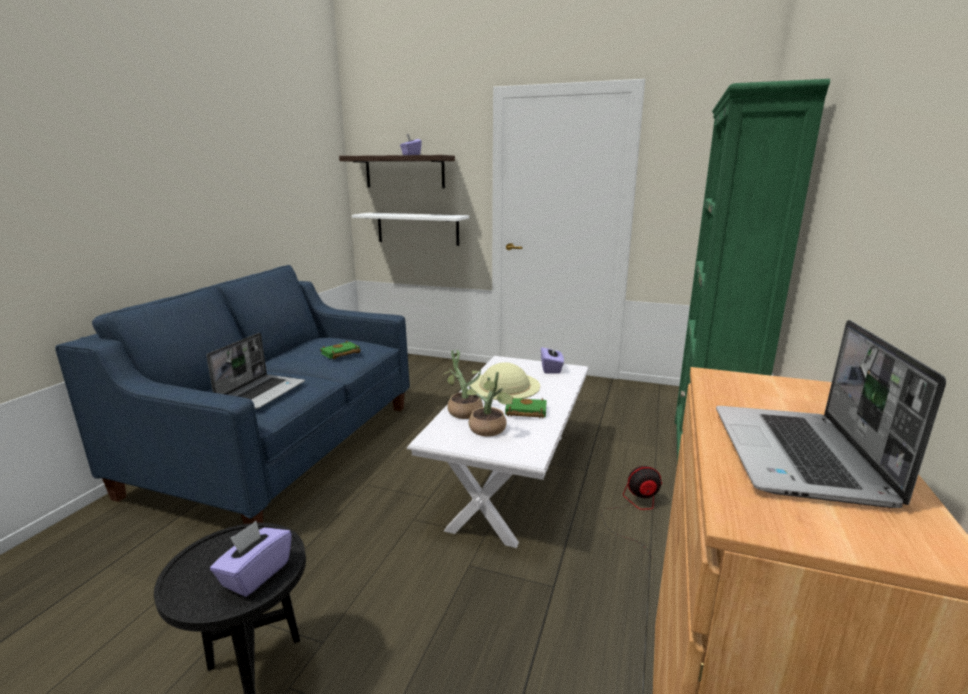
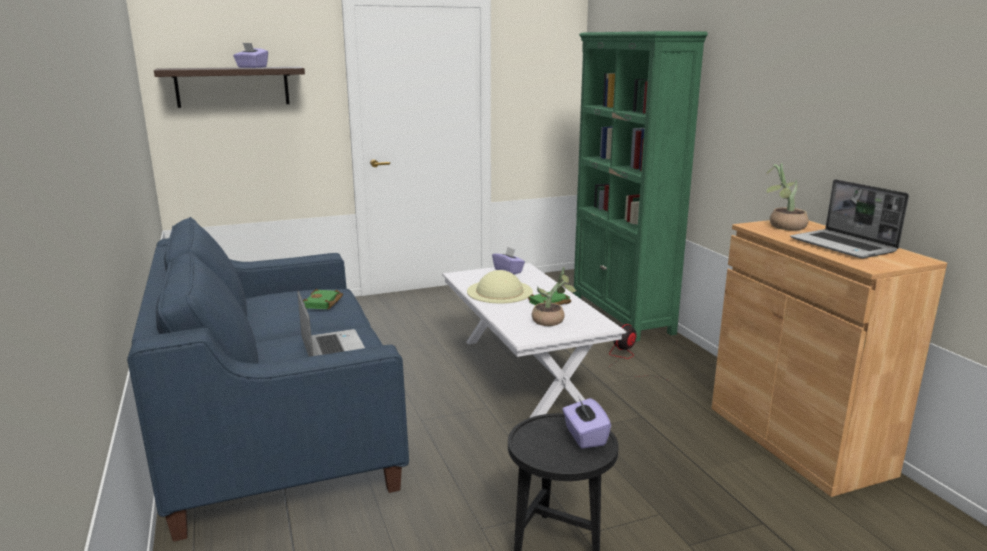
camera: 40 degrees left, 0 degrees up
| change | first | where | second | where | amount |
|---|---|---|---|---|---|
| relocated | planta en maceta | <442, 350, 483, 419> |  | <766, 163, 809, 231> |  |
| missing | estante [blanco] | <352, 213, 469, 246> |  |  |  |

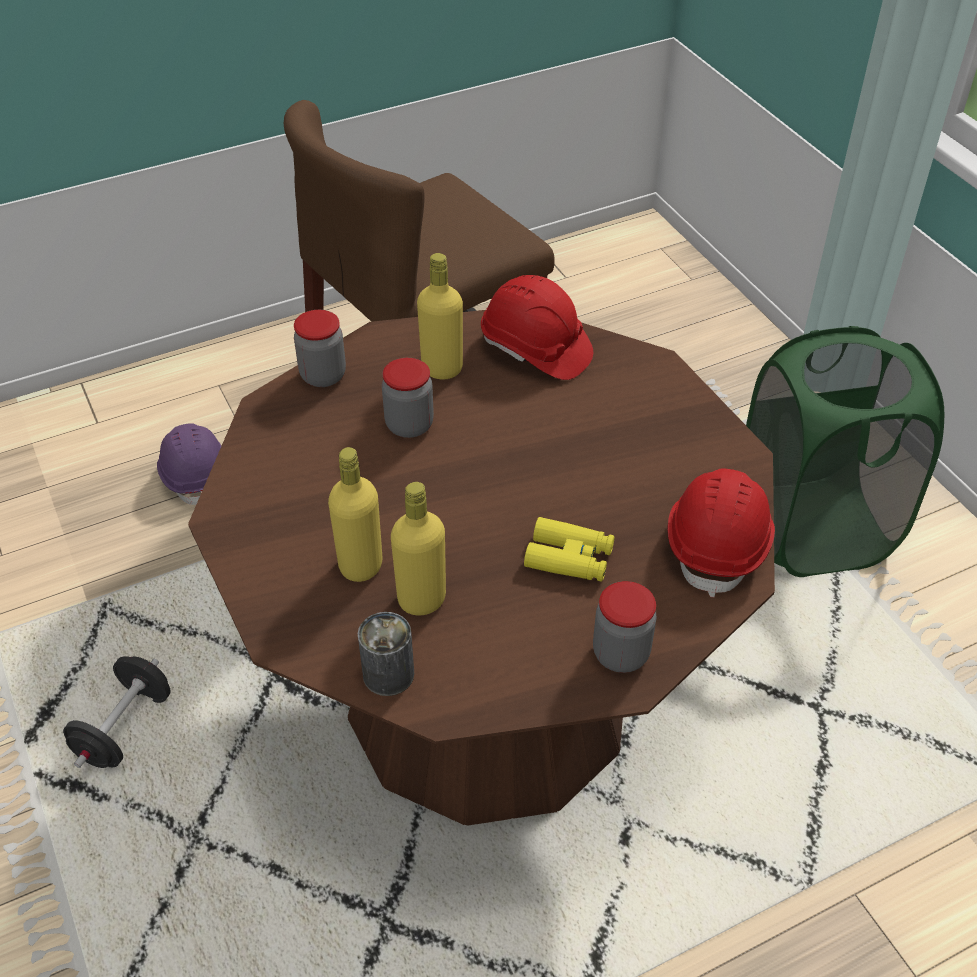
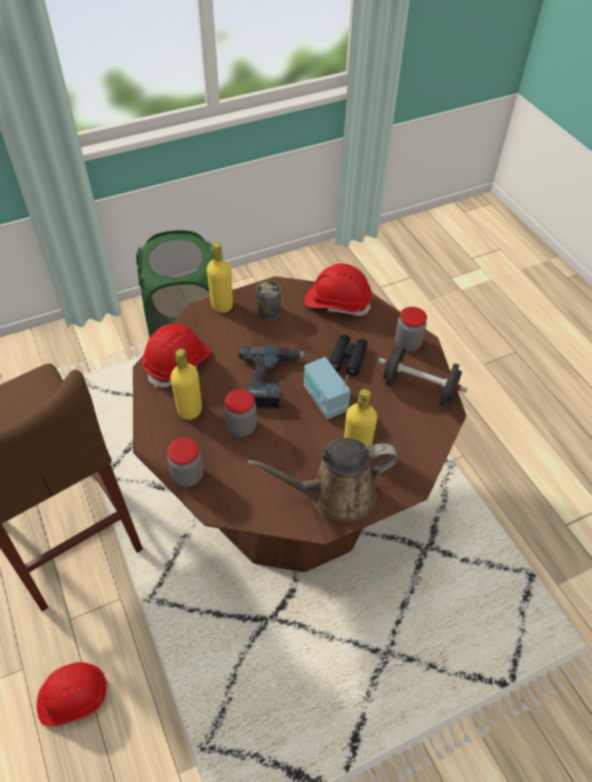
camera: 90 degrees left, 5 degrees up
| change | first | where | second | where | amount |
|---|---|---|---|---|---|
| colour | casco [morado] | <157, 423, 222, 505> | casco [rojo] | <37, 662, 111, 726> |  |
| relocated | botella [amarillo] | <391, 482, 446, 616> |  | <207, 242, 233, 313> |  |
| appeared |  |  | taladro | <238, 346, 307, 408> |  |
| appeared |  |  | regadera [marrón] | <247, 438, 398, 522> |  |
| relocated | lata | <358, 612, 414, 696> |  | <257, 281, 281, 320> |  |
| appeared |  |  | radio | <304, 357, 351, 419> |  |
| colour | prismáticos [amarillo] | <524, 517, 614, 582> | prismáticos [negro] | <329, 334, 368, 376> |  |
| relocated | mancuerna [negro] | <63, 656, 171, 768> |  | <379, 345, 468, 406> |  |

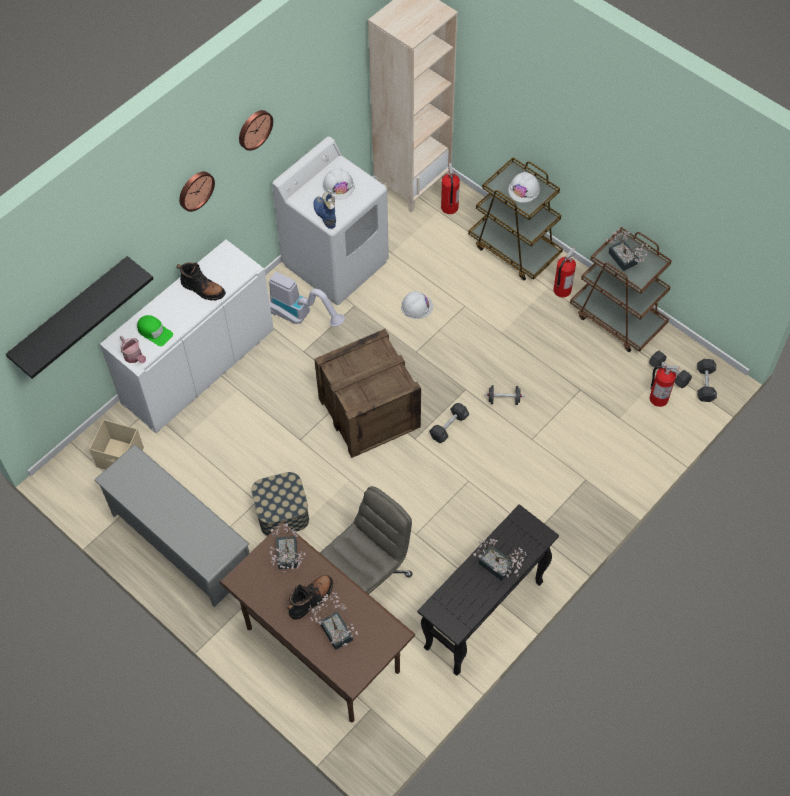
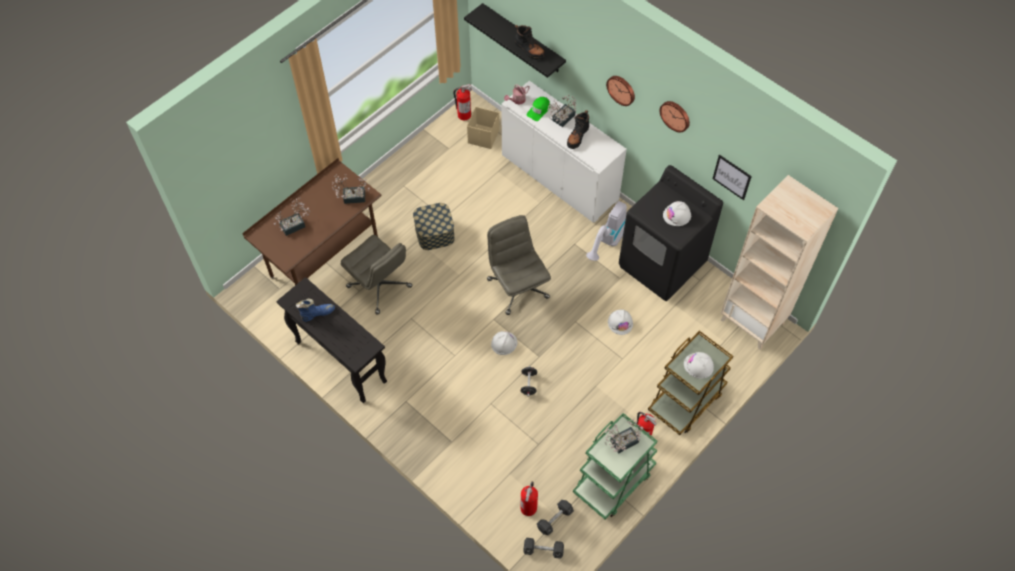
camera: 90 degrees right, 0 degrees up
| change | first | where | second | where | amount |
|---|---|---|---|---|---|
| relocated | bota [azul] | <314, 192, 336, 229> |  | <296, 299, 335, 322> |  |
| relocated | extintor | <441, 163, 460, 214> |  | <453, 84, 472, 120> |  |
| exchanged | caja de embalaje | <314, 329, 421, 458> | silla de oficina [gris] | <487, 215, 551, 315> |  |
| exchanged | mancuerna [negro] | <429, 403, 469, 443> | casco [blanco] | <491, 331, 517, 355> |  |
| relocated | bota [negro] | <287, 575, 333, 620> |  | <515, 25, 546, 60> |  |
| relocated | planta en maceta | <473, 539, 526, 581> |  | <547, 95, 576, 127> |  |
| colour | carrito [marrón] | <570, 227, 672, 352> | carrito [verde] | <573, 413, 657, 520> |  |
| colour | lavadora [blanco] | <272, 136, 389, 305> | lavadora [negro] | <619, 165, 723, 301> |  |
| appeared |  |  | cuadro | <713, 155, 752, 200> |  |
| missing | zapatero [gris] | <94, 444, 250, 607> |  |  |  |

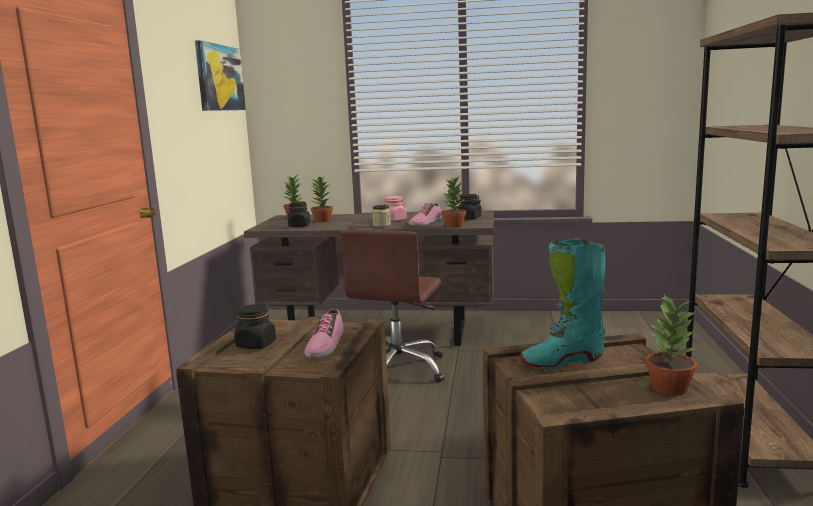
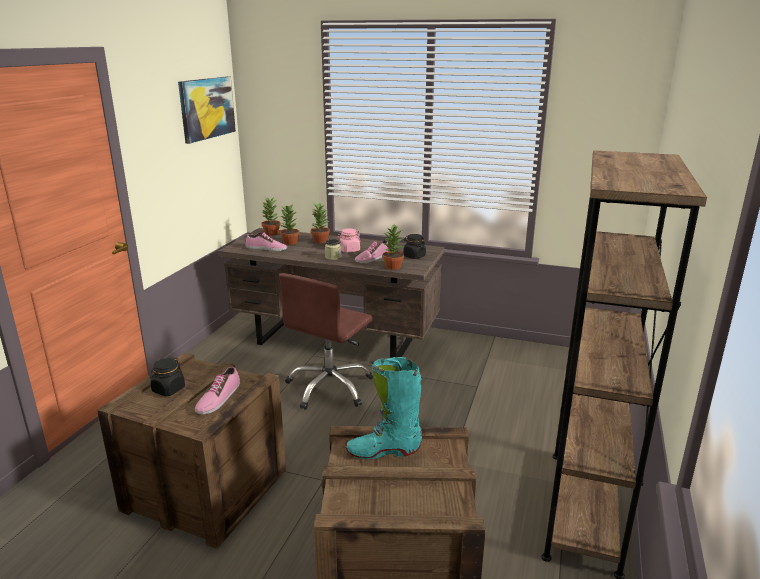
camera: 10 degrees right, 10 degrees up
| change | first | where | second | where | amount |
|---|---|---|---|---|---|
| exchanged | tarro [negro] | <288, 201, 310, 227> | zapato | <245, 232, 287, 251> |  |
| relocated | planta en maceta | <646, 294, 698, 395> |  | <310, 203, 330, 243> |  |

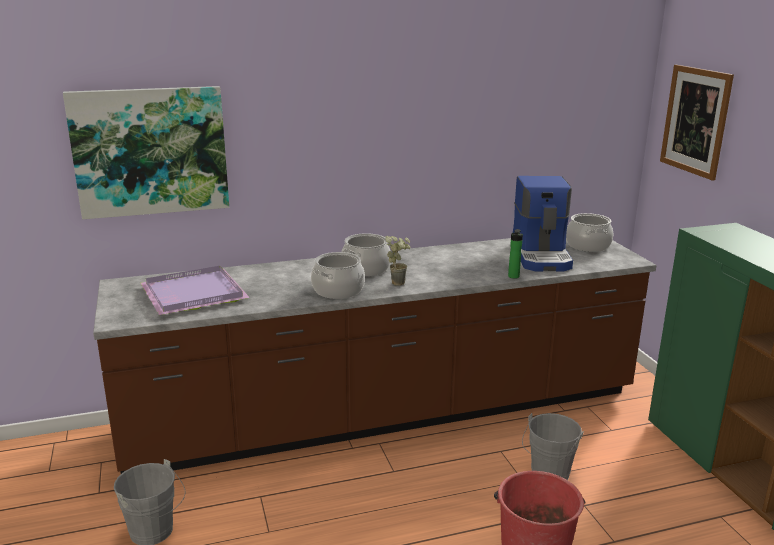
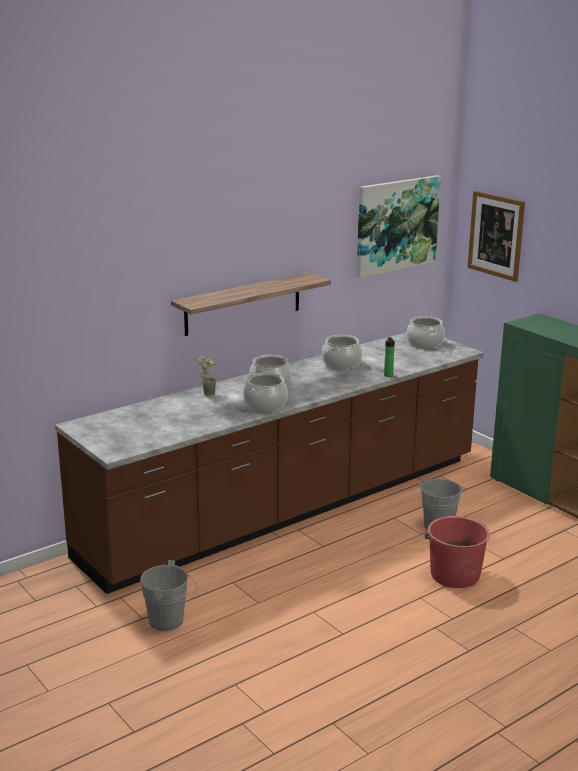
camera: 20 degrees left, 0 degrees up
| change | first | where | second | where | amount |
|---|---|---|---|---|---|
| appeared |  |  | estante | <171, 273, 331, 336> |  |
| relocated | planta en maceta | <385, 236, 411, 286> |  | <198, 356, 216, 396> |  |
| appeared |  |  | olla | <322, 335, 362, 369> |  |
| relocated | cuadro | <63, 86, 229, 219> |  | <357, 175, 441, 278> |  |
| missing | bandeja [morado] | <140, 266, 250, 315> |  |  |  |
| missing | cafetera | <513, 176, 573, 272> |  |  |  |

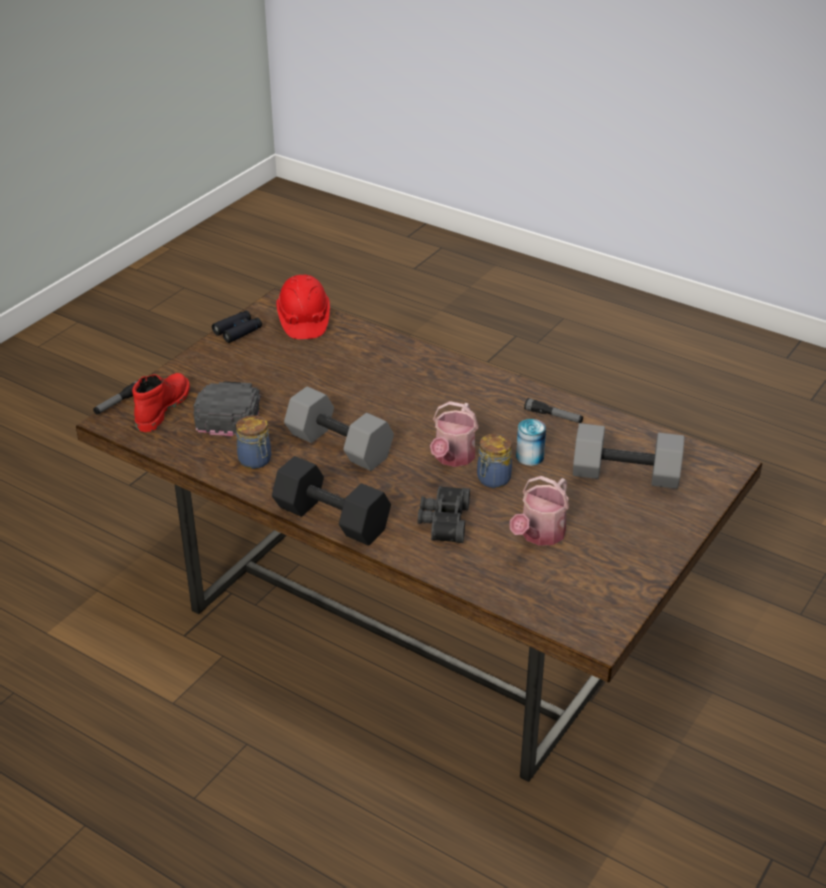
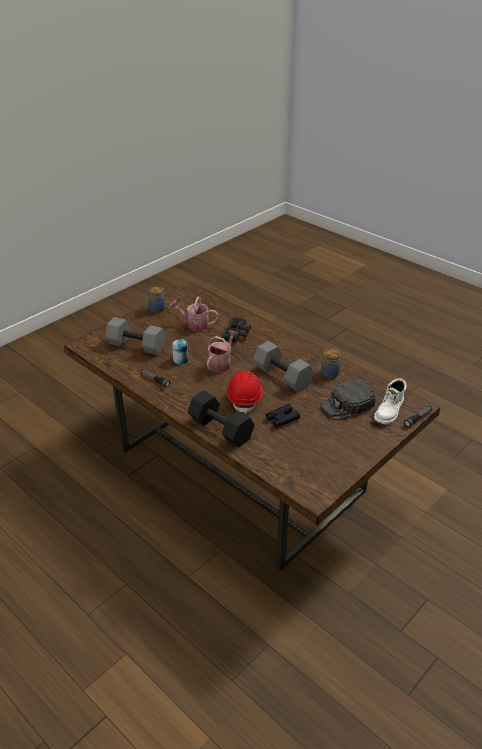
camera: 170 degrees left, 0 degrees up
| change | first | where | second | where | amount |
|---|---|---|---|---|---|
| relocated | tarro | <477, 434, 512, 488> |  | <148, 287, 165, 313> |  |
| spun | regadera | <510, 476, 569, 546> |  | <169, 297, 219, 331> | 120 degrees counterclockwise |
| relocated | mancuerna [negro] | <272, 456, 391, 546> |  | <188, 390, 255, 447> |  |
| relocated | casco [rojo] | <276, 275, 330, 339> |  | <227, 371, 263, 414> |  |
| relocated | prismáticos [negro] | <212, 311, 262, 343> |  | <266, 404, 300, 428> |  |
| spun | gorra [negro] | <194, 382, 261, 436> |  | <320, 380, 376, 421> | 45 degrees clockwise |
| colour | bota [rojo] | <132, 373, 190, 432> | bota [blanco] | <374, 378, 407, 424> |  |

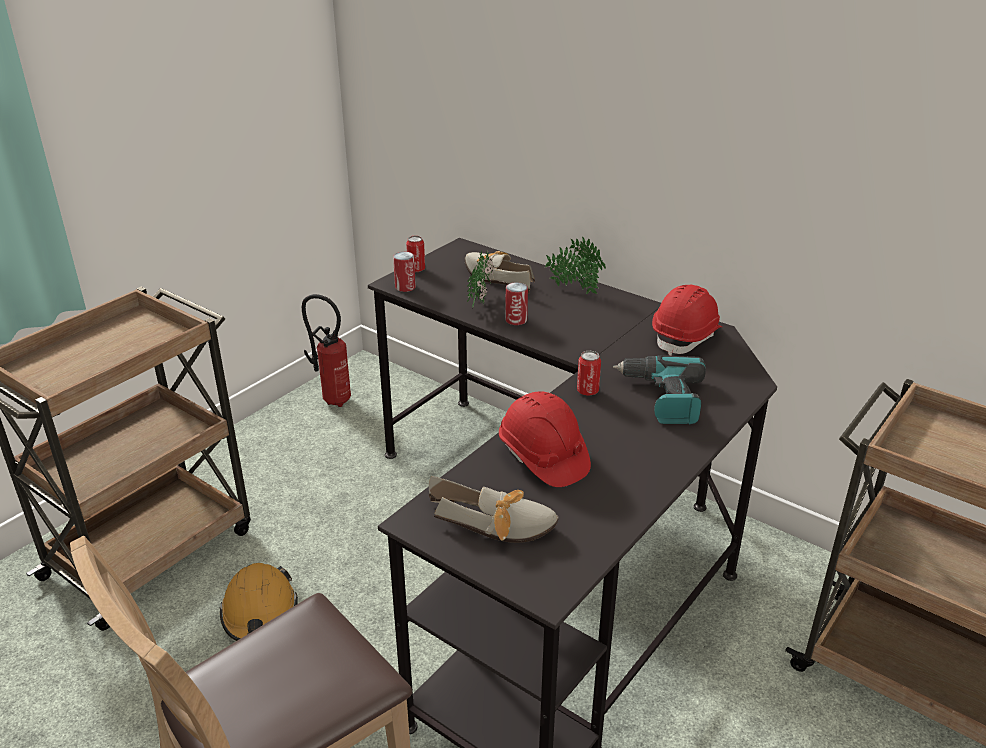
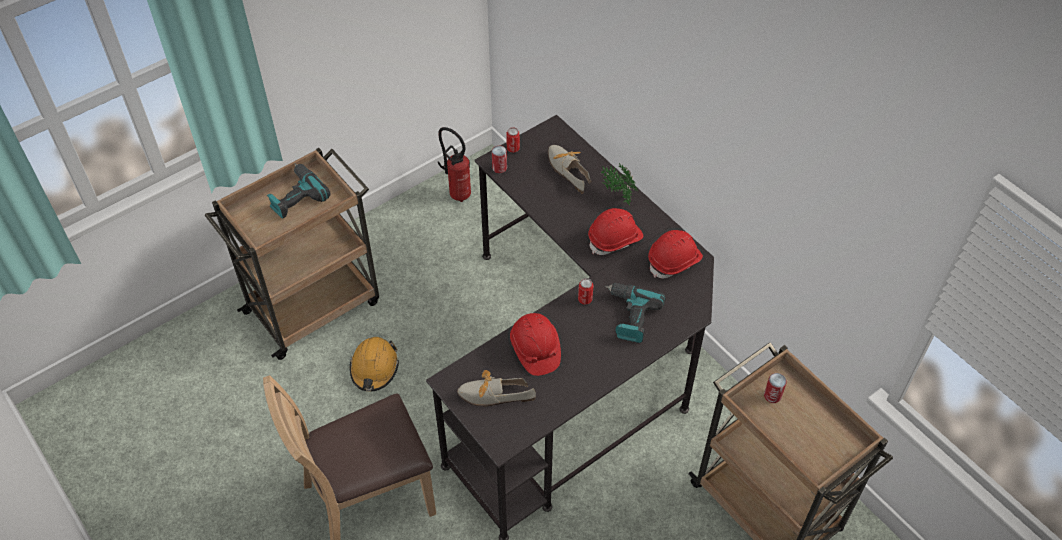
camera: 15 degrees right, 20 degrees up
| change | first | where | second | where | amount |
|---|---|---|---|---|---|
| appeared |  |  | taladro | <267, 164, 331, 219> |  |
| spun | zapato | <429, 476, 559, 543> |  | <457, 370, 536, 406> | 150 degrees clockwise |
| appeared |  |  | casco [rojo] | <588, 208, 643, 255> |  |
| relocated | lata | <505, 282, 528, 325> |  | <764, 373, 787, 403> |  |
| missing | planta en maceta | <467, 250, 494, 307> |  |  |  |

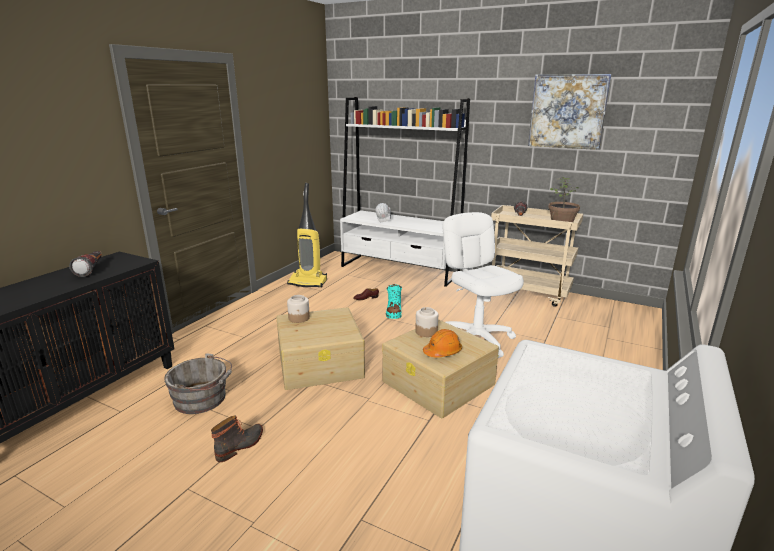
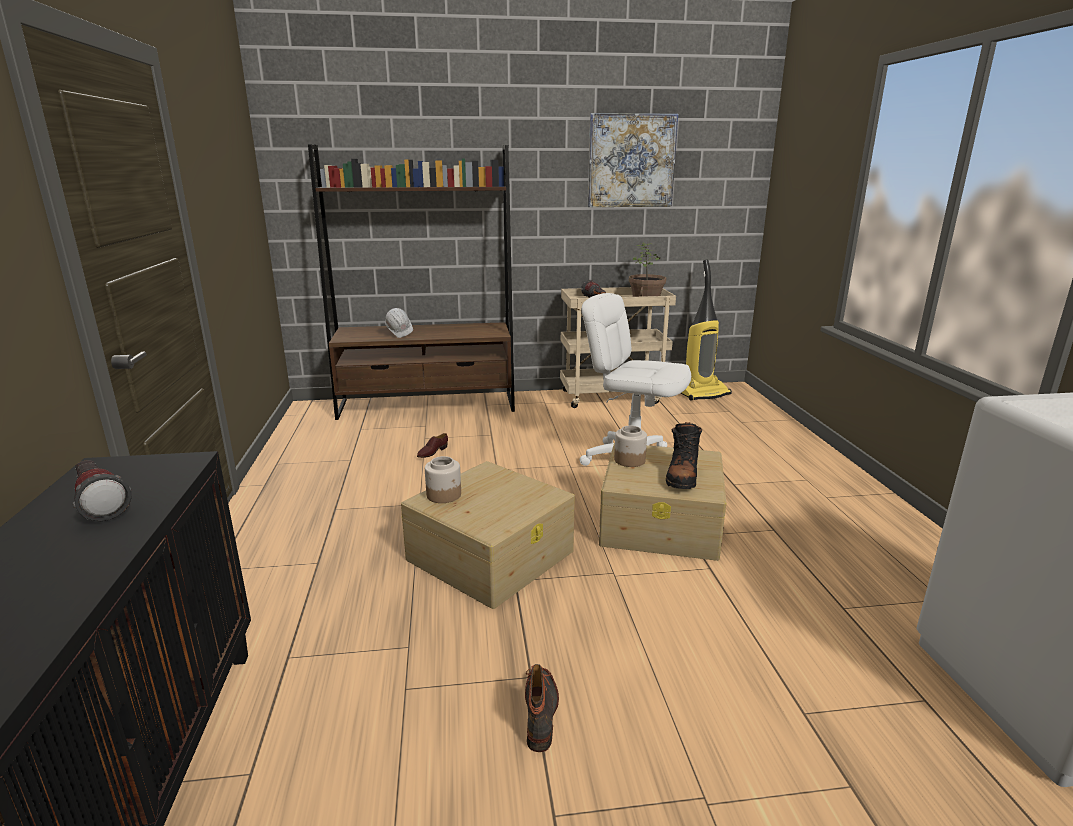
camera: 35 degrees left, 0 degrees up
| change | first | where | second | where | amount |
|---|---|---|---|---|---|
| colour | estantería [blanco] | <340, 97, 470, 287> | estantería [marrón] | <308, 144, 515, 420> |  |
| exchanged | casco [naranja] | <423, 329, 462, 358> | bota [negro] | <666, 422, 702, 489> |  |
| relocated | aspiradora | <287, 183, 327, 288> |  | <680, 260, 732, 401> |  |
| missing | cubo [gris] | <164, 353, 232, 414> |  |  |  |
| missing | bota [turquesa] | <386, 284, 402, 319> |  |  |  |

